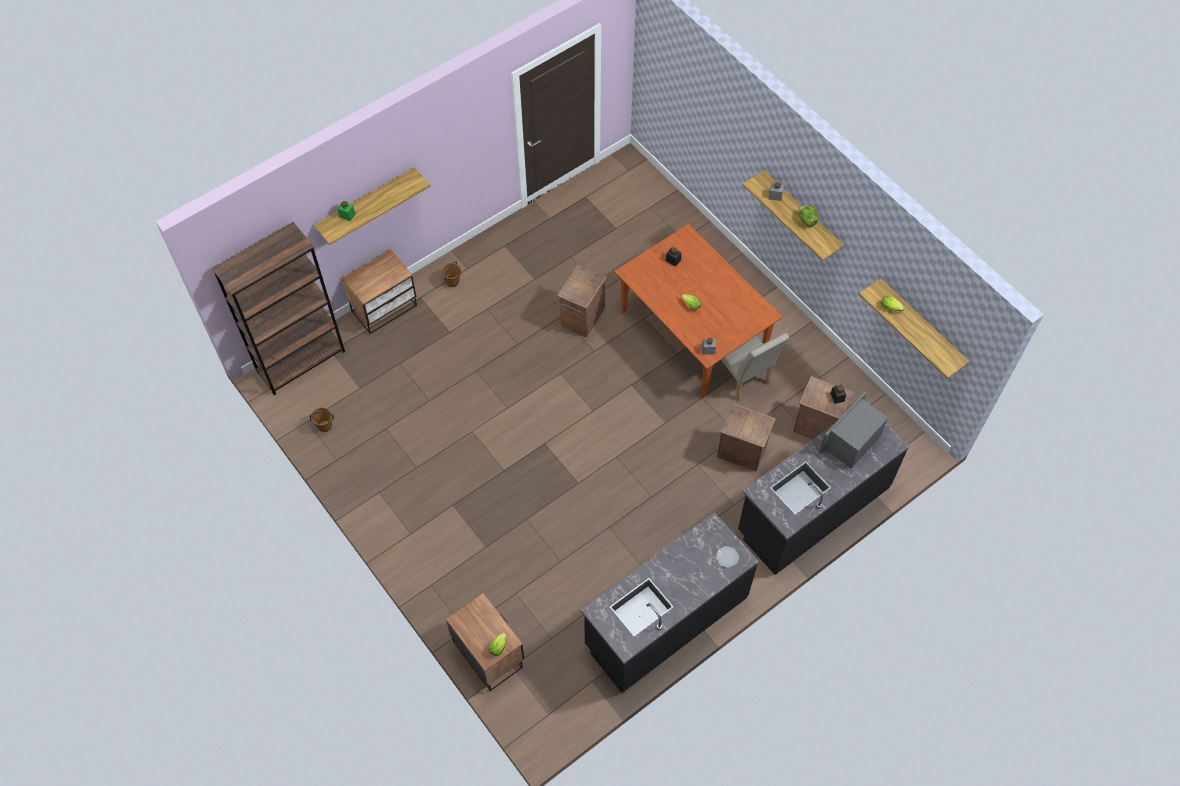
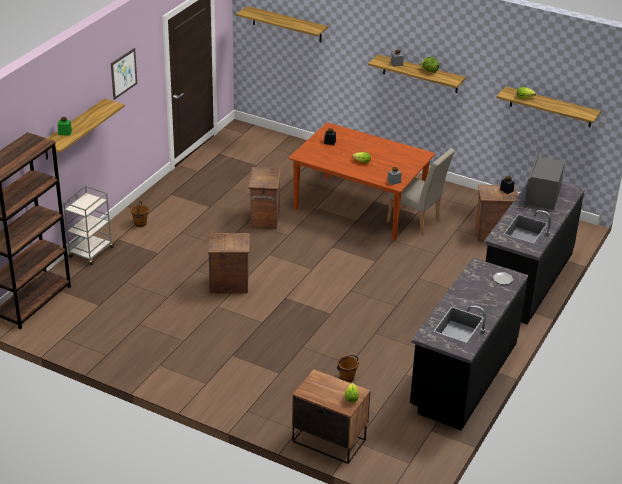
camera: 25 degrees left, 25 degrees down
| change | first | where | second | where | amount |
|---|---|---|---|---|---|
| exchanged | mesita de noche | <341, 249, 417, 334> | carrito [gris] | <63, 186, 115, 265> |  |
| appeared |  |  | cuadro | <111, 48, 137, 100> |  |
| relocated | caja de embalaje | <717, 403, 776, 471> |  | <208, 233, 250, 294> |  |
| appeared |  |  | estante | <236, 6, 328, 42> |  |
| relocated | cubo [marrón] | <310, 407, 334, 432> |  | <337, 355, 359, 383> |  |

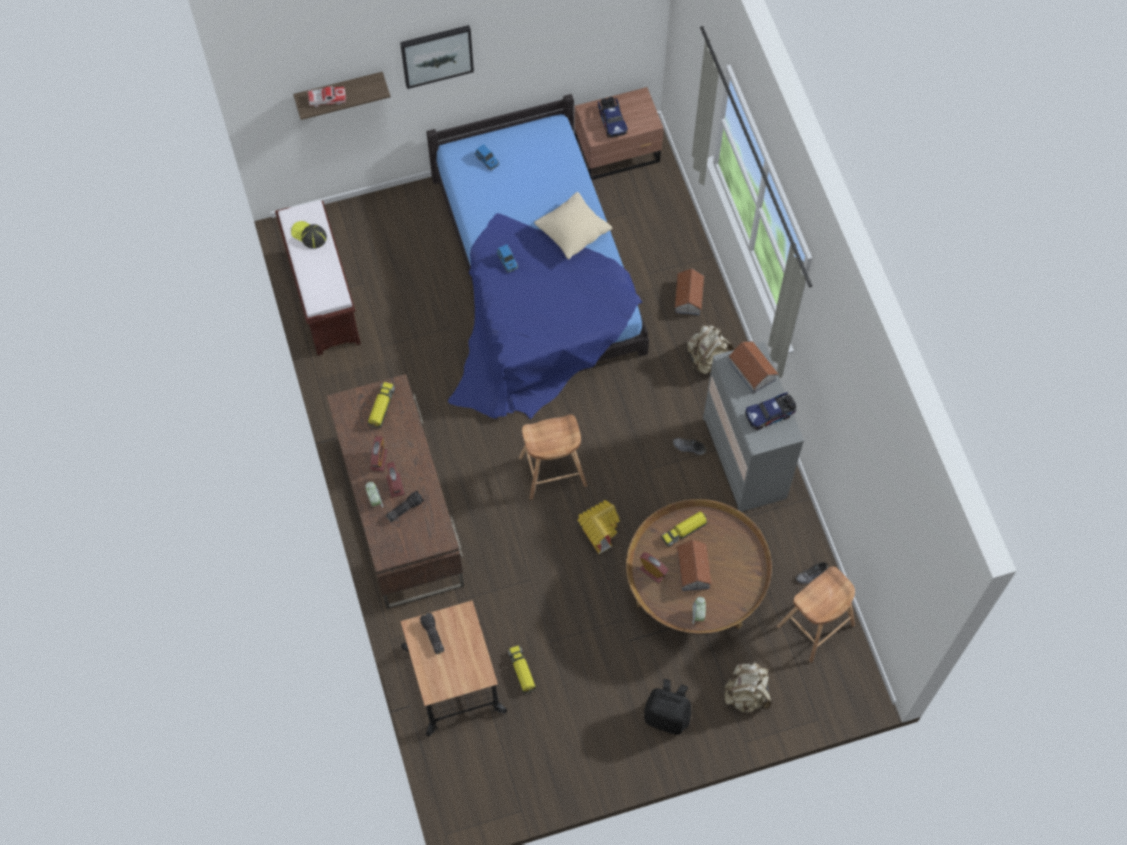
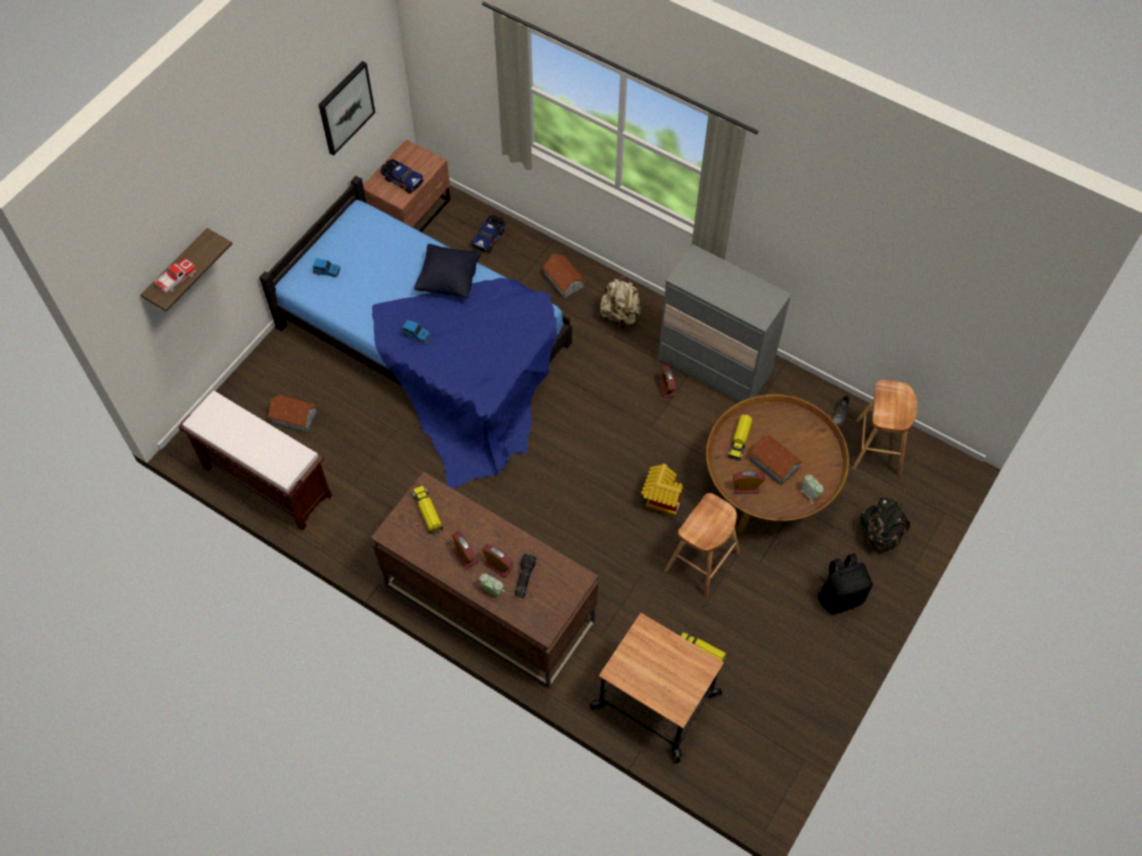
camera: 40 degrees left, 5 degrees down
| change | first | where | second | where | amount |
|---|---|---|---|---|---|
| relocated | casita | <729, 341, 779, 394> |  | <268, 395, 317, 433> |  |
| relocated | cuadro | <400, 25, 474, 89> |  | <319, 61, 375, 156> |  |
| colour | cojín [beis] | <534, 192, 612, 259> | cojín [negro] | <414, 244, 481, 299> |  |
| relocated | camión de juguete | <745, 392, 796, 430> |  | <471, 215, 506, 253> |  |
| exchanged | zapato [gris] | <673, 438, 706, 455> | despertador | <658, 365, 676, 398> |  |
| relocated | taburete [marrón] | <519, 414, 588, 500> |  | <665, 493, 740, 598> |  |
| colour | mochila [beis] | <723, 663, 771, 712> | mochila [negro] | <860, 498, 910, 550> |  |
| missing | gorra | <291, 221, 327, 249> |  |  |  |
| missing | linterna | <420, 613, 444, 654> |  |  |  |

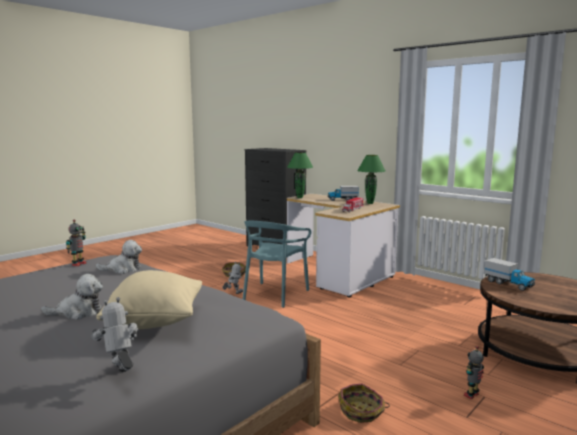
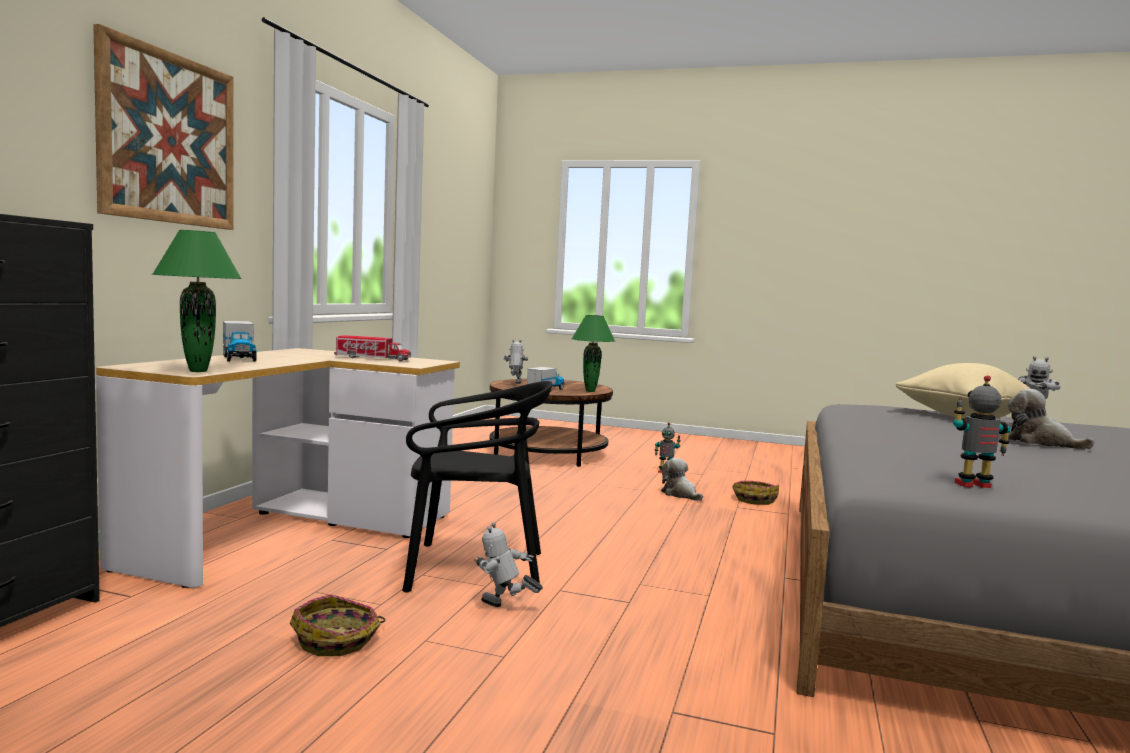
camera: 115 degrees left, 5 degrees down
| change | first | where | second | where | amount |
|---|---|---|---|---|---|
| appeared |  |  | cuadro | <93, 24, 234, 230> |  |
| colour | silla [turquesa] | <243, 221, 312, 308> | silla [negro] | <402, 381, 552, 593> |  |
| appeared |  |  | robot de juguete | <503, 340, 528, 384> |  |
| relocated | lámpara de mesa [verde] | <357, 155, 385, 204> |  | <571, 315, 615, 392> |  |
| relocated | peluche | <96, 240, 142, 274> |  | <661, 458, 703, 501> |  |

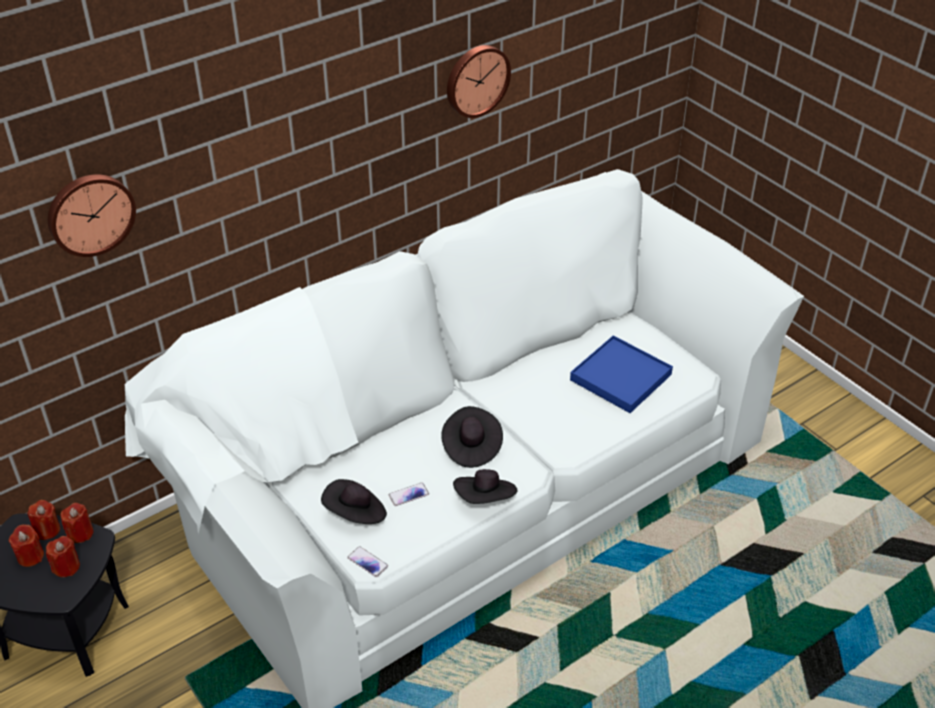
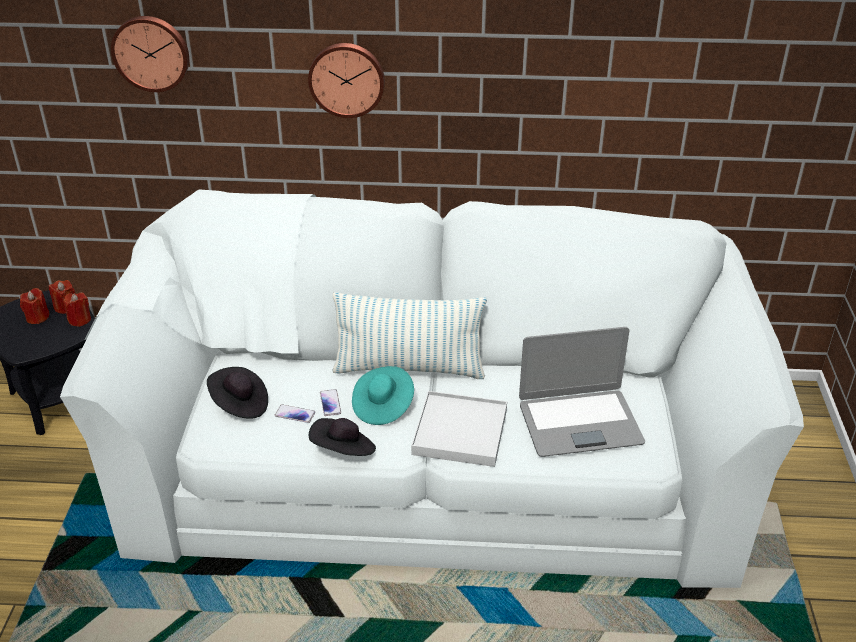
camera: 40 degrees right, 5 degrees down
| change | first | where | second | where | amount |
|---|---|---|---|---|---|
| relocated | reloj de pared | <447, 45, 511, 118> |  | <308, 43, 385, 118> |  |
| relocated | móvil | <347, 546, 388, 577> |  | <320, 389, 341, 416> |  |
| appeared |  |  | cojín | <332, 292, 487, 379> |  |
| colour | sombrero [negro] | <441, 406, 503, 468> | sombrero [turquesa] | <352, 366, 414, 425> |  |
| appeared |  |  | bandeja [blanco] | <411, 391, 507, 467> |  |
| exchanged | bandeja [azul] | <570, 335, 673, 413> | portátil | <519, 327, 645, 457> |  |
| missing | vela [rojo] | <46, 536, 80, 577> |  |  |  |

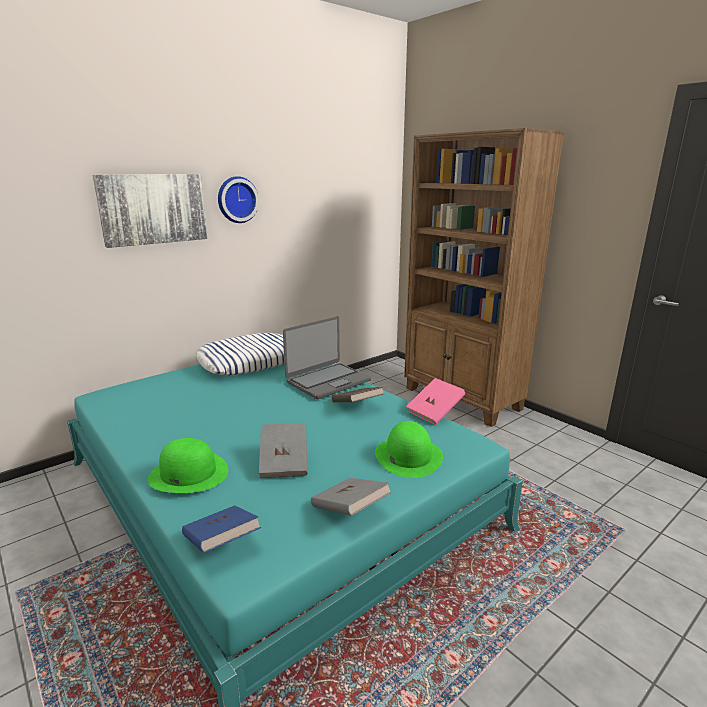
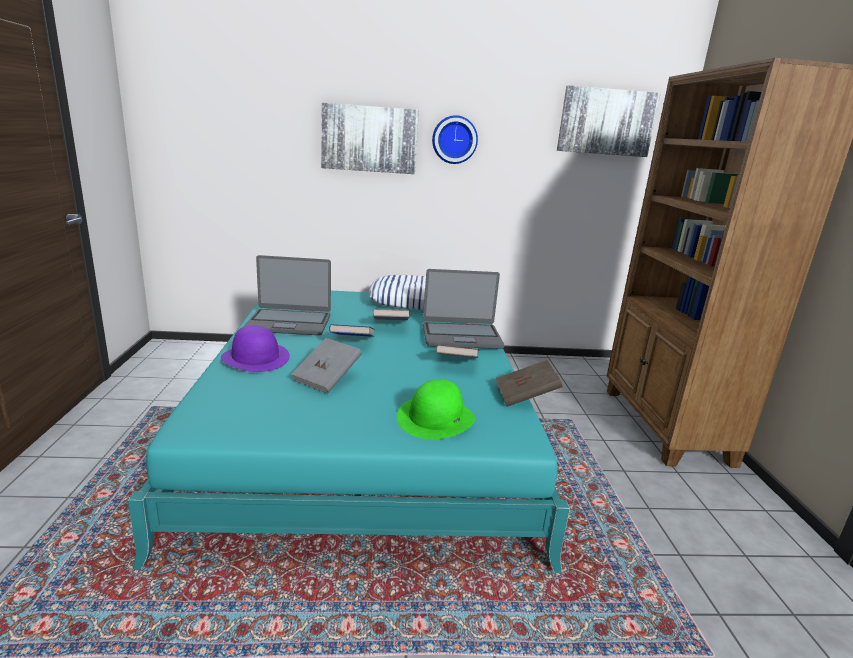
camera: 35 degrees right, 0 degrees up
| change | first | where | second | where | amount |
|---|---|---|---|---|---|
| colour | sombrero [verde] | <148, 438, 228, 493> | sombrero [morado] | <221, 325, 290, 372> |  |
| appeared |  |  | portátil | <243, 255, 331, 335> |  |
| relocated | libro [azul] | <182, 505, 261, 553> |  | <329, 324, 375, 337> |  |
| relocated | libro [gris] | <311, 478, 392, 516> |  | <373, 309, 410, 320> |  |
| colour | libro [rosa] | <406, 378, 465, 425> | libro [marrón] | <495, 360, 563, 407> |  |
| appeared |  |  | cuadro | <557, 85, 661, 157> |  |

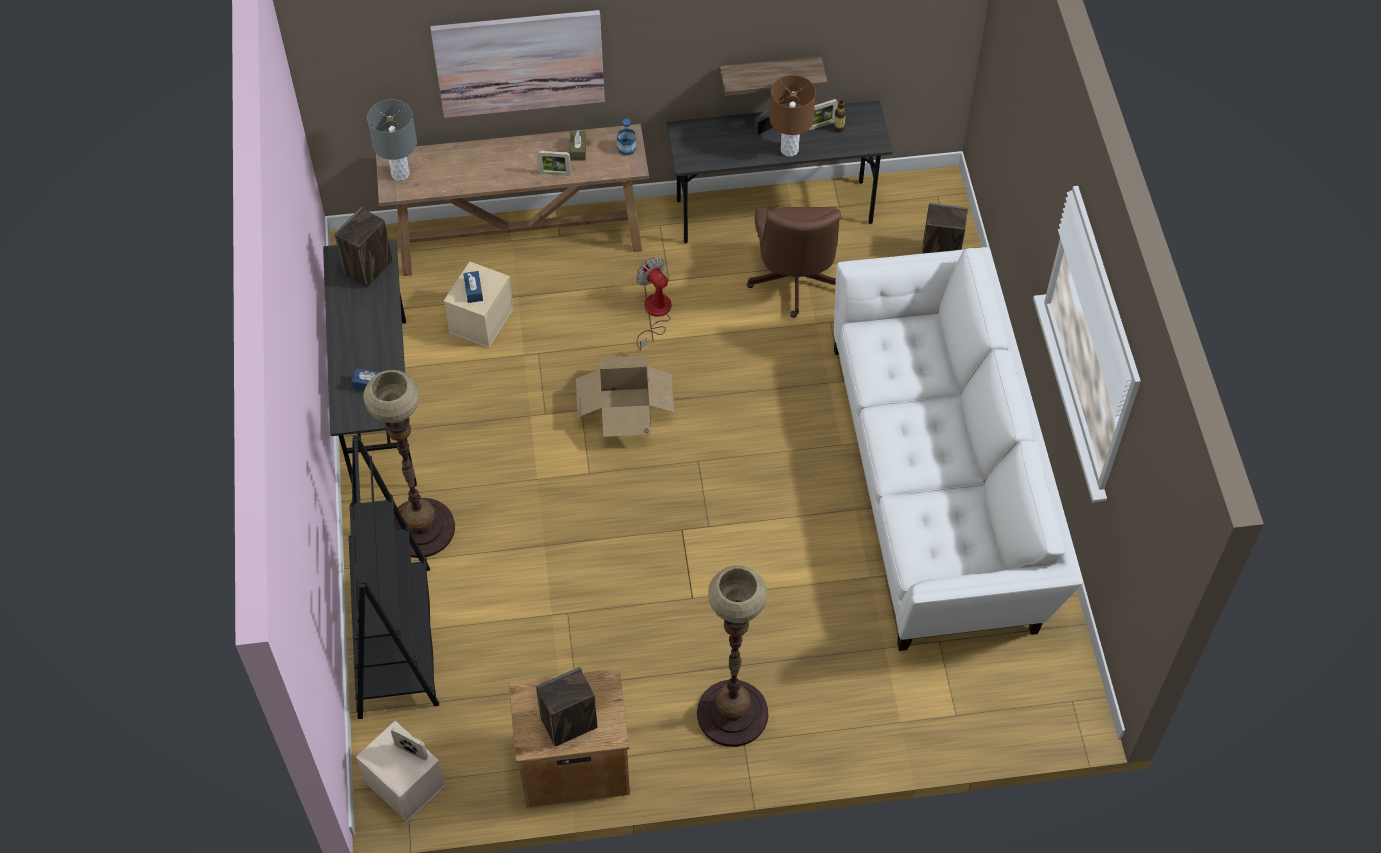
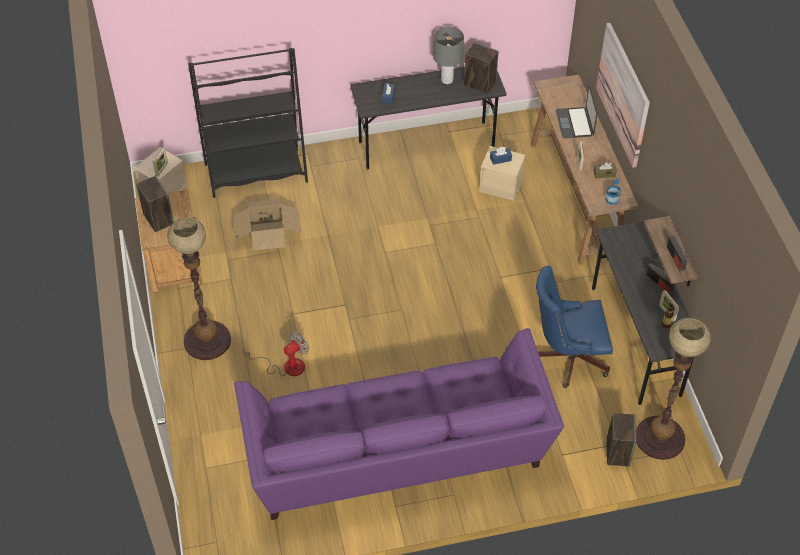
camera: 85 degrees right, 5 degrees down
| change | first | where | second | where | amount |
|---|---|---|---|---|---|
| relocated | caja de cartón | <576, 355, 675, 437> |  | <233, 198, 301, 251> |  |
| colour | sofá [blanco] | <834, 247, 1084, 651> | sofá [morado] | <234, 328, 564, 520> |  |
| relocated | ventilador | <636, 257, 671, 350> |  | <243, 332, 309, 376> |  |
| relocated | lámpara de mesa [gris] | <367, 99, 417, 181> |  | <433, 26, 464, 84> |  |
| colour | silla de oficina [marrón] | <747, 207, 841, 318> | silla de oficina [azul] | <536, 266, 613, 388> |  |
| appeared |  |  | portátil | <556, 85, 597, 138> |  |
| relocated | lámpara de pie | <363, 370, 455, 558> |  | <636, 318, 711, 460> |  |
| appeared |  |  | radio | <667, 235, 688, 271> |  |
| missing | lámpara de mesa [marrón] | <770, 75, 816, 156> |  |  |  |

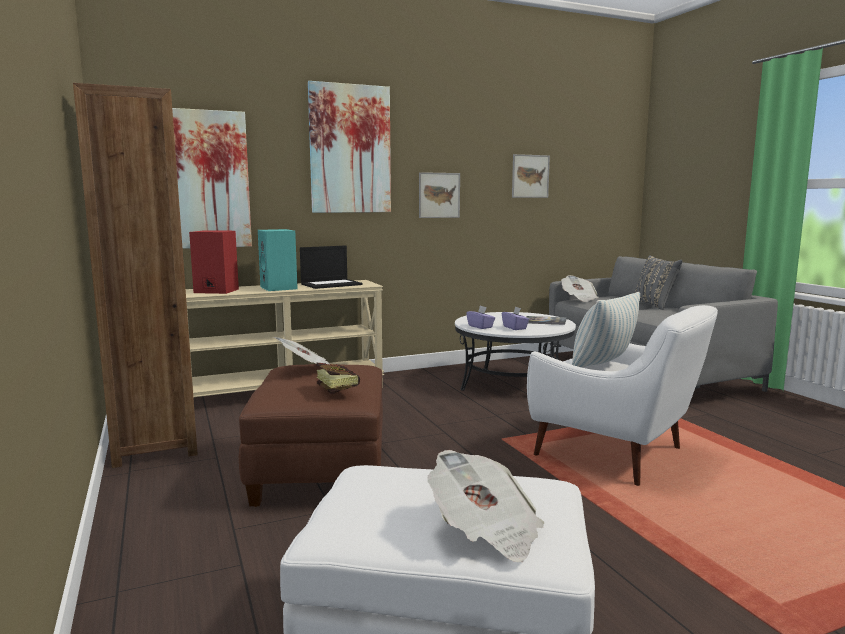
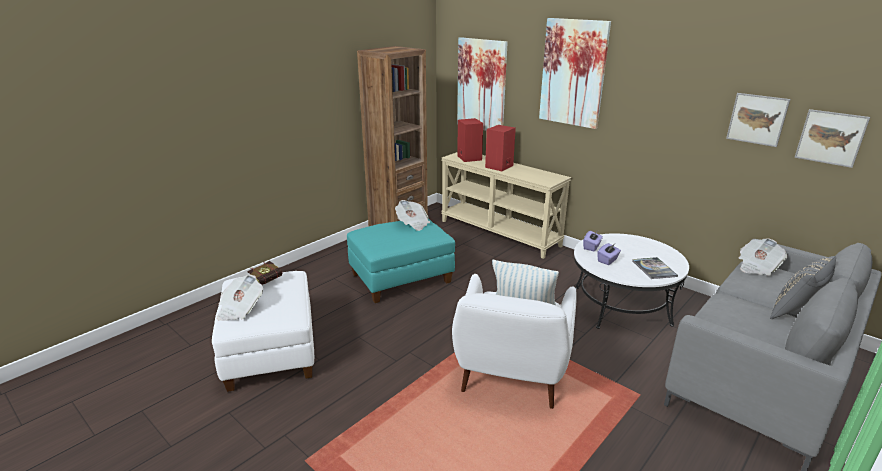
camera: 65 degrees right, 15 degrees up
| change | first | where | second | where | amount |
|---|---|---|---|---|---|
| relocated | libro | <316, 363, 360, 394> |  | <247, 261, 283, 285> |  |
| colour | puf [marrón] | <239, 364, 383, 507> | puf [turquesa] | <347, 219, 455, 303> |  |
| colour | altavoz [turquesa] | <258, 229, 298, 291> | altavoz [rojo] | <485, 125, 516, 171> |  |
| relocated | cuadro | <419, 172, 460, 218> |  | <794, 109, 870, 168> |  |
| missing | portátil | <300, 245, 363, 289> |  |  |  |

